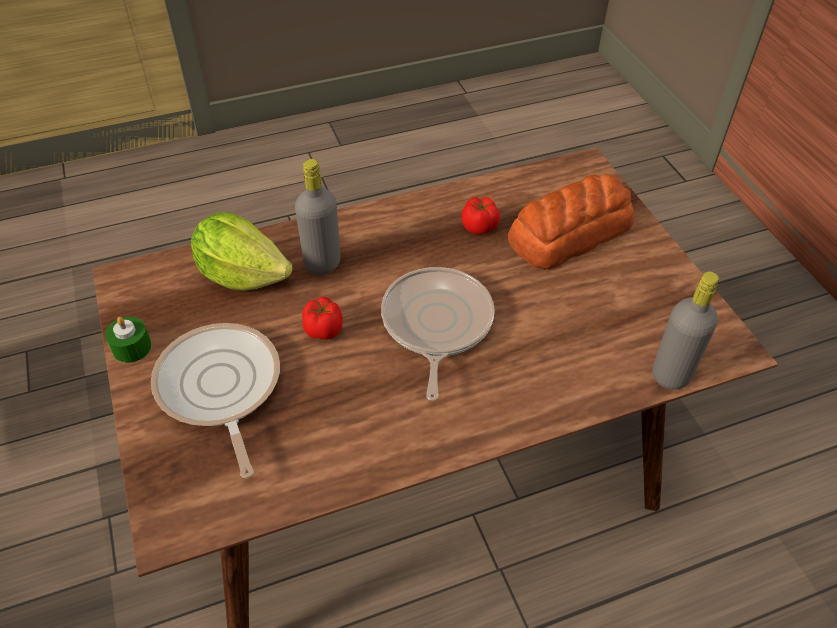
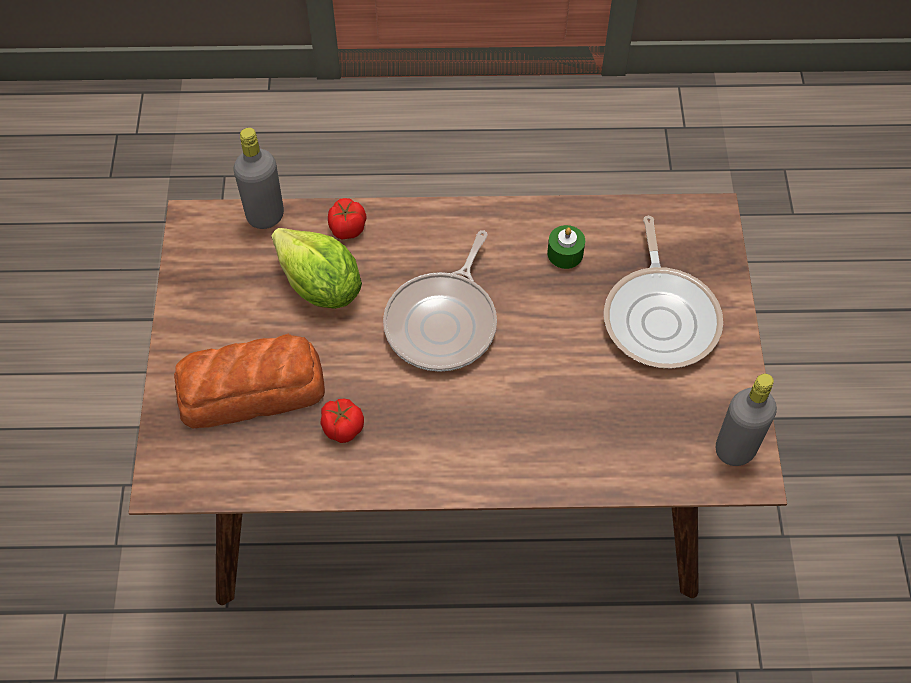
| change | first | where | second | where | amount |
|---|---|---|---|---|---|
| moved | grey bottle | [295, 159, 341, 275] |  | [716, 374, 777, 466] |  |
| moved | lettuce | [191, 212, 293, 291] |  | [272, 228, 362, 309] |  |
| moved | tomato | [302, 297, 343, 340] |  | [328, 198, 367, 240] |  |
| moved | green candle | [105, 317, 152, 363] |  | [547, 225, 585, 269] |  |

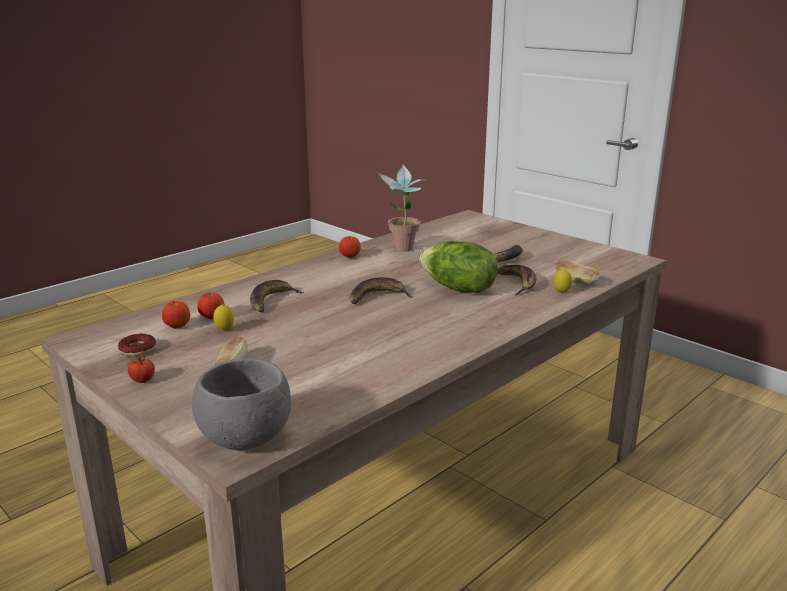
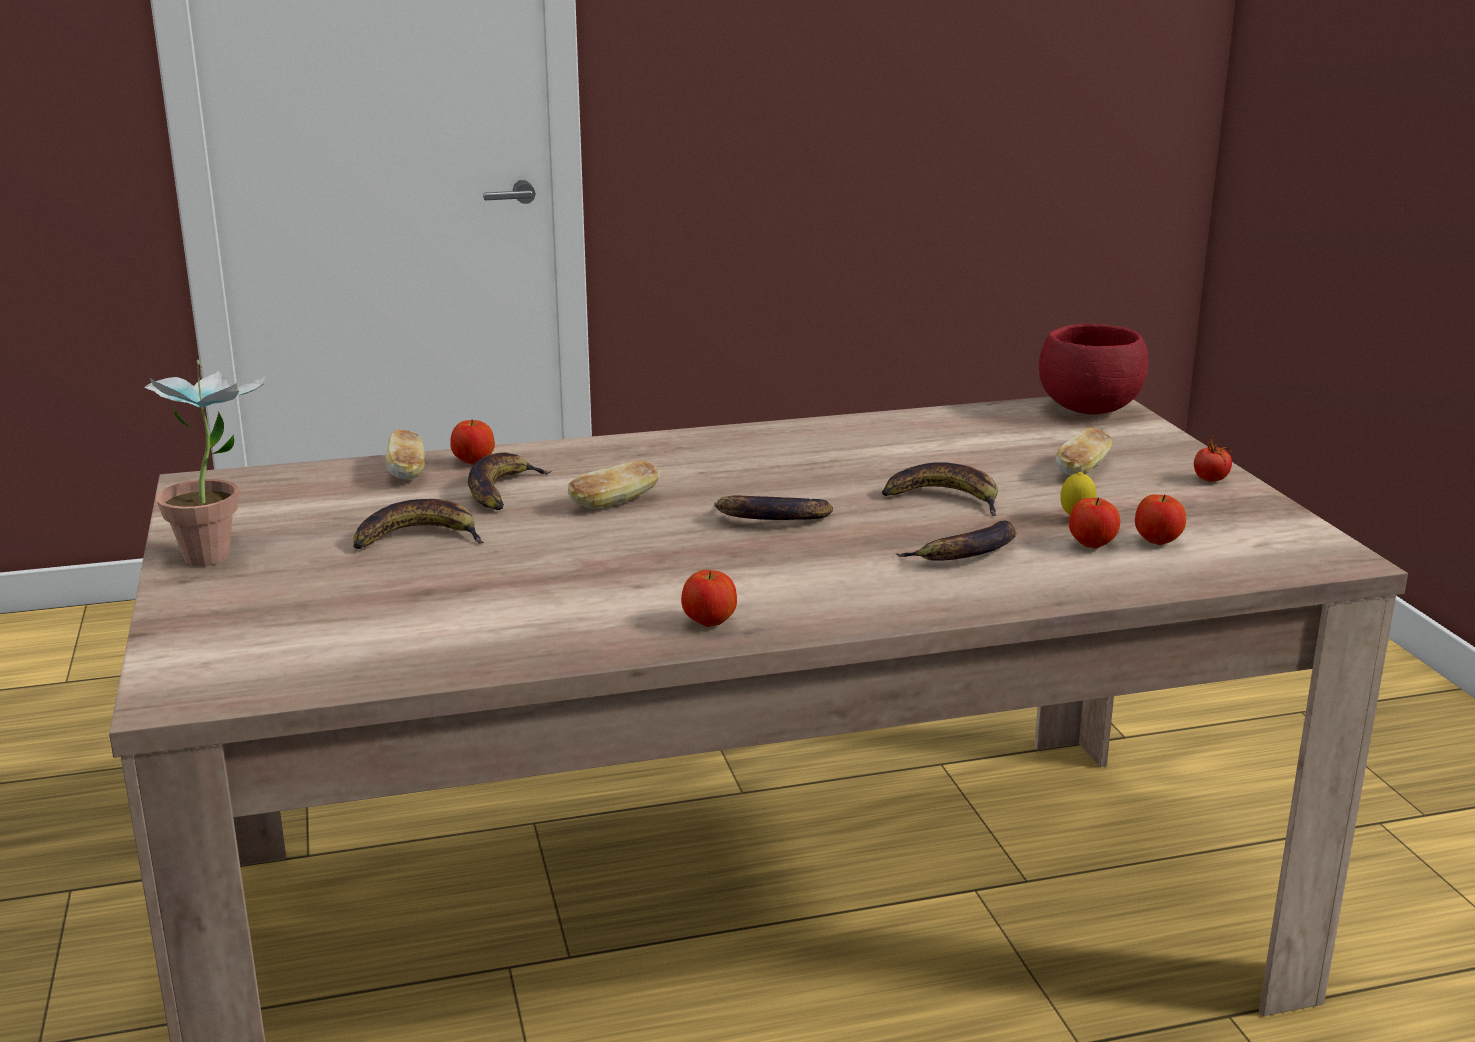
| change | first | where | second | where | amount |
|---|---|---|---|---|---|
| moved | potted plant | [378, 165, 430, 252] |  | [143, 359, 267, 566] |  |
| replaced | lettuce | [419, 241, 498, 293] | bread | [568, 460, 660, 509] |  |
| replaced | lemon | [553, 269, 572, 293] | apple | [450, 419, 495, 465] |  |
| removed | donut | [118, 334, 156, 357] |  |  |  |
| recoloured | grey bowl | [192, 358, 291, 450] | red bowl | [1039, 324, 1148, 414] |  |
| added |  |  | banana | [882, 463, 998, 516] |  |

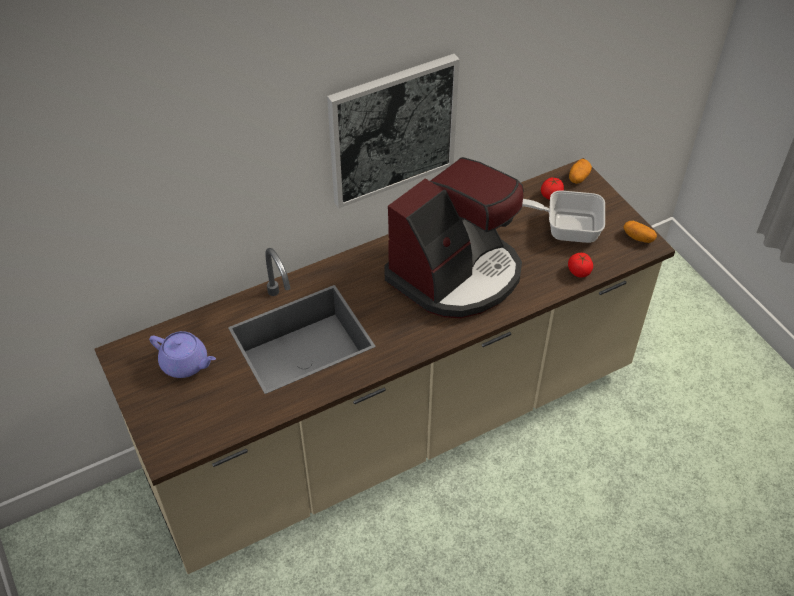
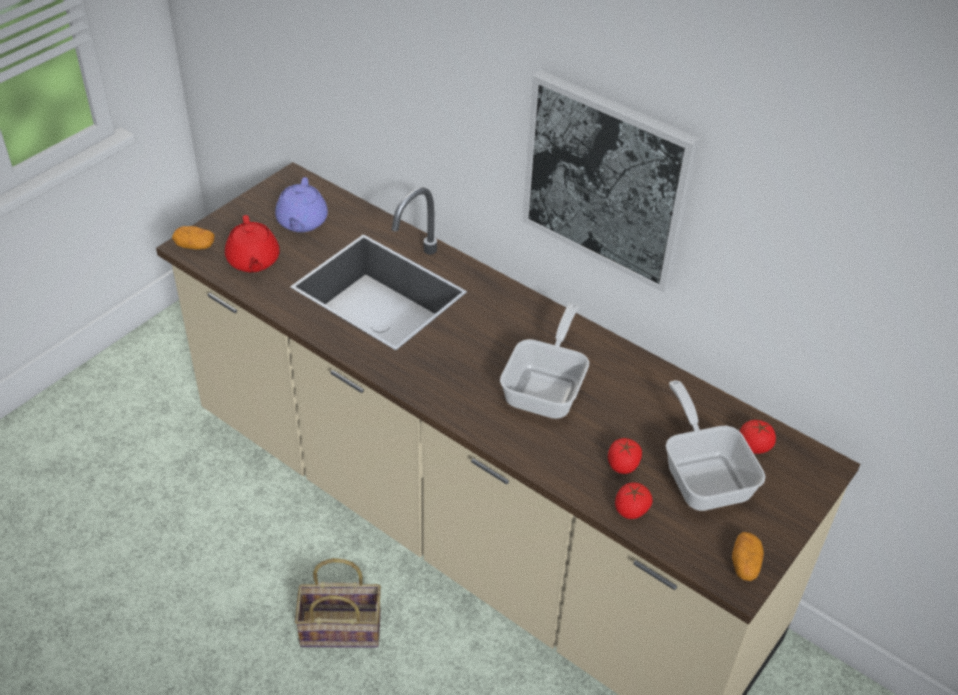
| change | first | where | second | where | amount |
|---|---|---|---|---|---|
| replaced | coffee machine | [384, 157, 524, 318] | frying pan | [500, 303, 589, 419] |  |
| moved | potato | [569, 159, 592, 184] |  | [172, 226, 215, 250] |  |
| added |  |  | red teapot | [225, 215, 280, 272] |  |
| added |  |  | tomato | [608, 438, 642, 474] |  |
| added |  |  | basket | [295, 558, 381, 647] |  |

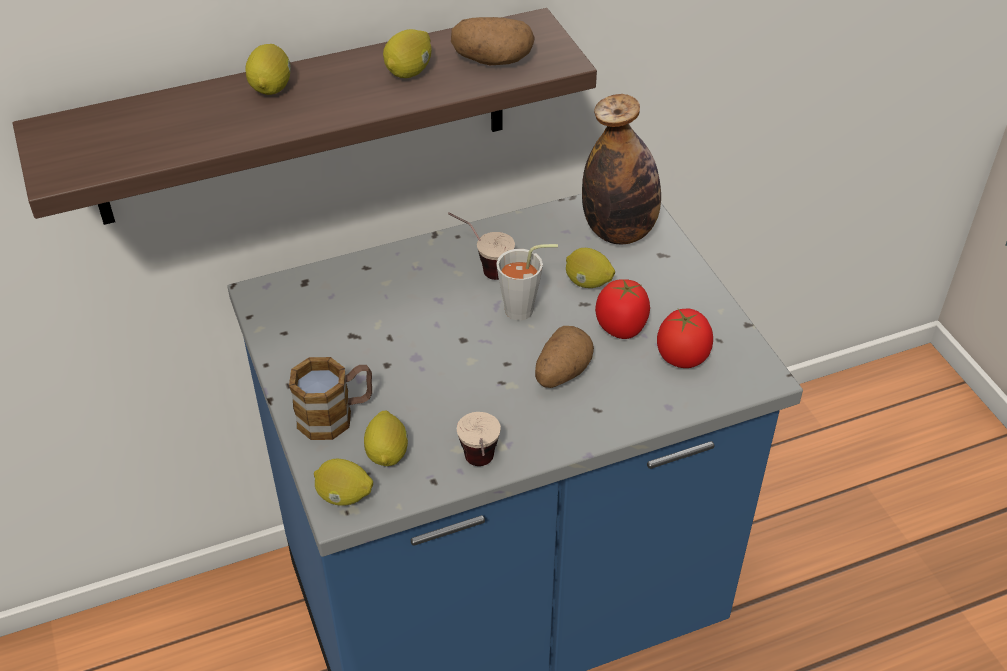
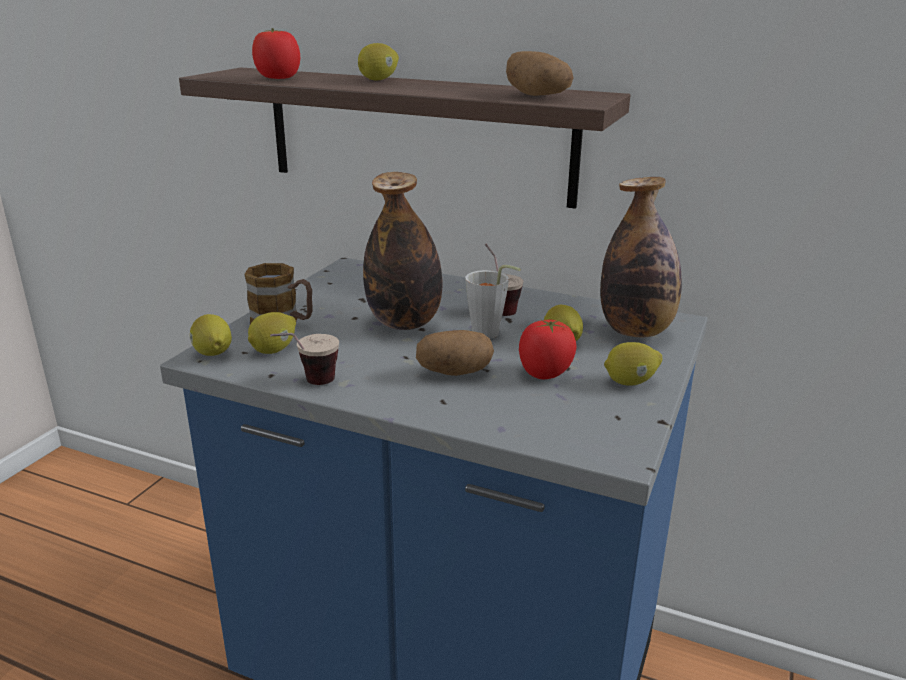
| change | first | where | second | where | amount |
|---|---|---|---|---|---|
| moved | lemon | [383, 29, 431, 78] |  | [604, 342, 662, 386] |  |
| moved | tomato | [657, 309, 713, 368] |  | [252, 28, 300, 79] |  |
| added |  |  | bottle | [363, 172, 442, 330] |  |

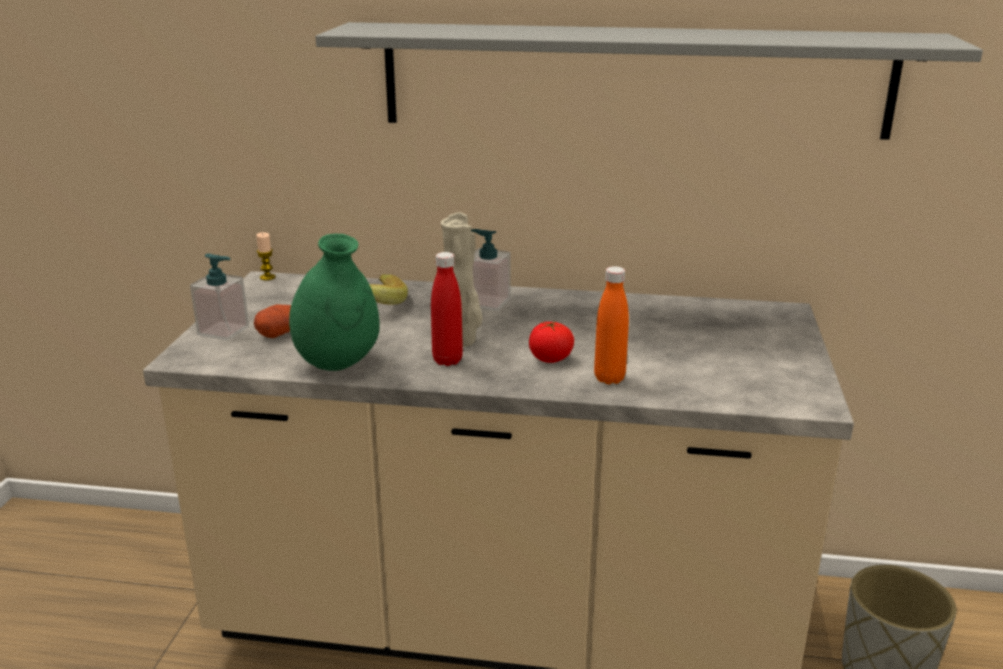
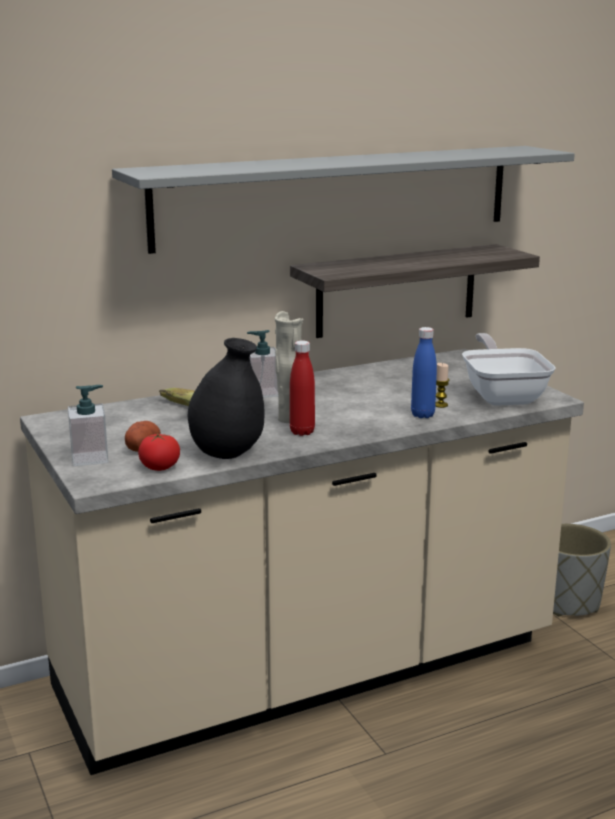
| change | first | where | second | where | amount |
|---|---|---|---|---|---|
| moved | candle | [256, 232, 276, 280] |  | [435, 363, 449, 408] |  |
| recoloured | green vase | [289, 234, 380, 371] | black vase | [188, 338, 264, 459] |  |
| recoloured | orange bottle | [594, 266, 629, 384] | blue bottle | [411, 327, 437, 418] |  |
| moved | tomato | [529, 321, 574, 363] |  | [138, 434, 180, 471] |  |
| added |  |  | shelf | [290, 244, 540, 338] |  |
| added |  |  | frying pan | [462, 333, 556, 406] |  |

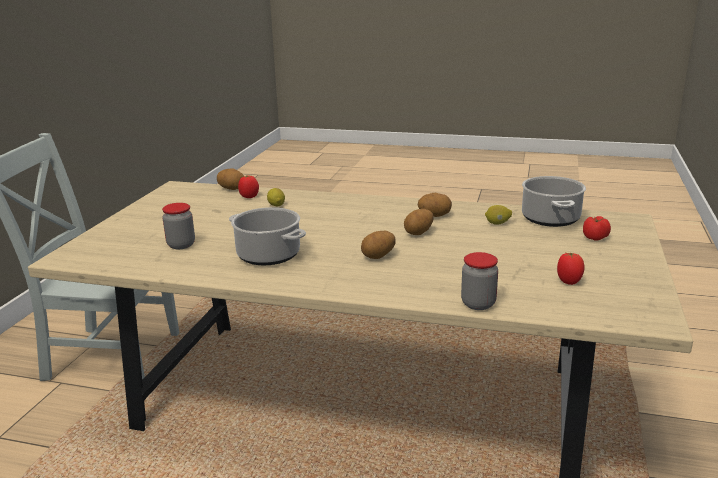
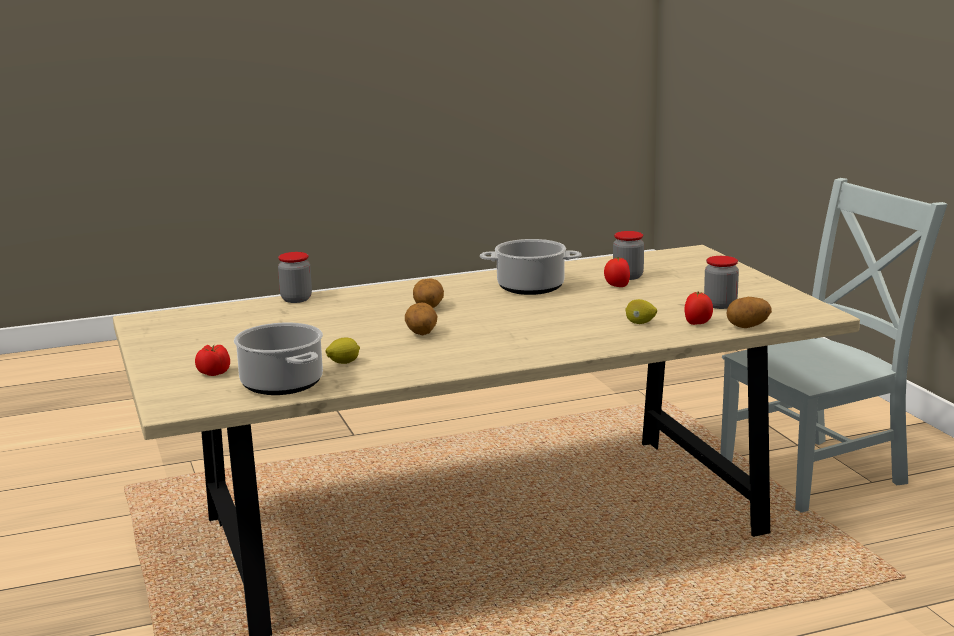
| change | first | where | second | where | amount |
|---|---|---|---|---|---|
| removed | potato | [418, 193, 452, 217] |  |  |  |
| moved | tomato | [557, 252, 584, 285] |  | [604, 257, 630, 287] |  |
| added |  |  | jar | [704, 256, 739, 309] |  |

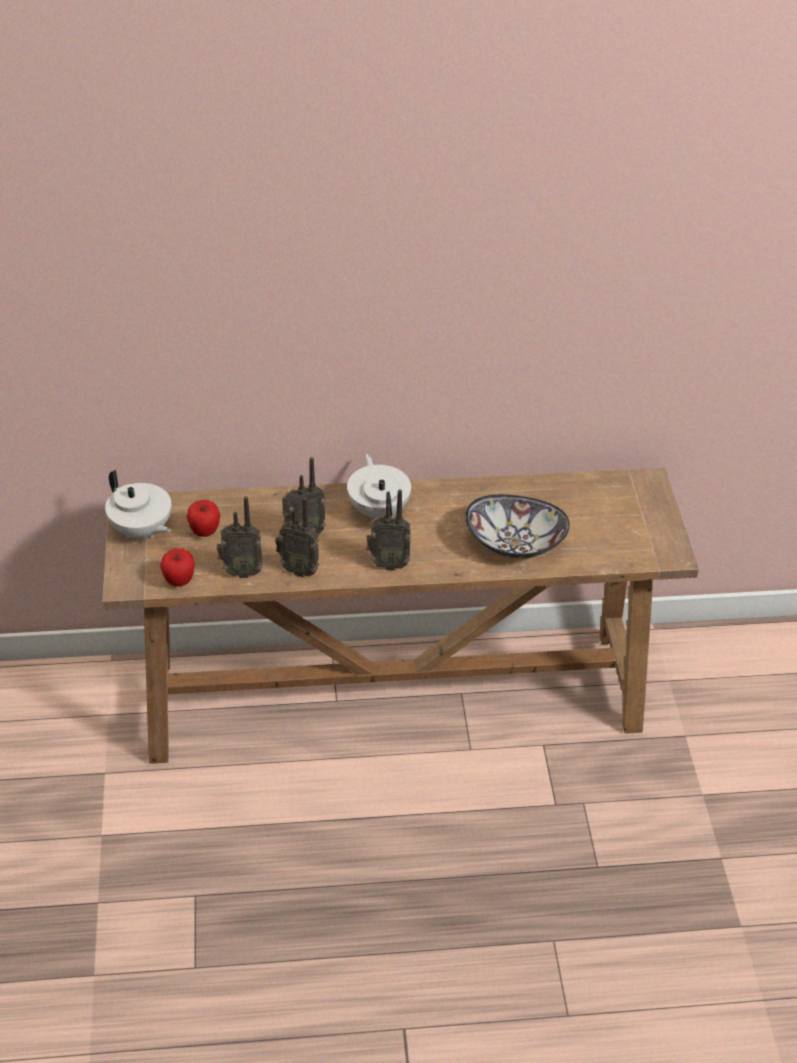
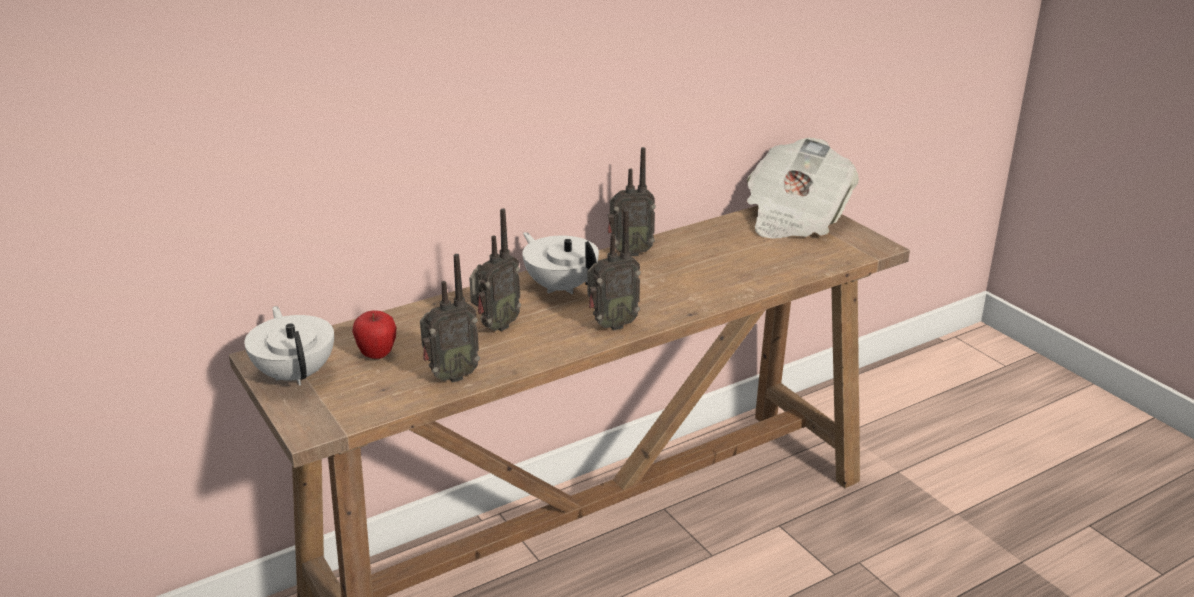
| change | first | where | second | where | amount |
|---|---|---|---|---|---|
| turned | white teapot | [105, 470, 171, 539] |  | [244, 306, 334, 386] | 135 degrees counterclockwise |
| removed | bowl | [465, 495, 570, 559] |  |  |  |
| moved | radio | [275, 497, 319, 577] |  | [607, 147, 656, 256] |  |
| removed | apple | [160, 549, 195, 587] |  |  |  |
| added |  |  | newspaper | [746, 137, 859, 239] |  |

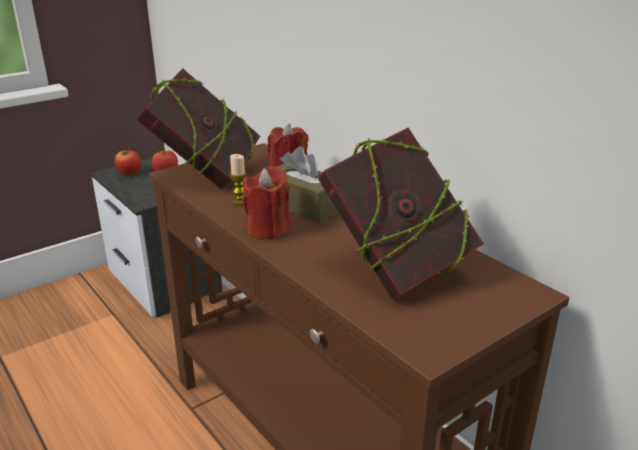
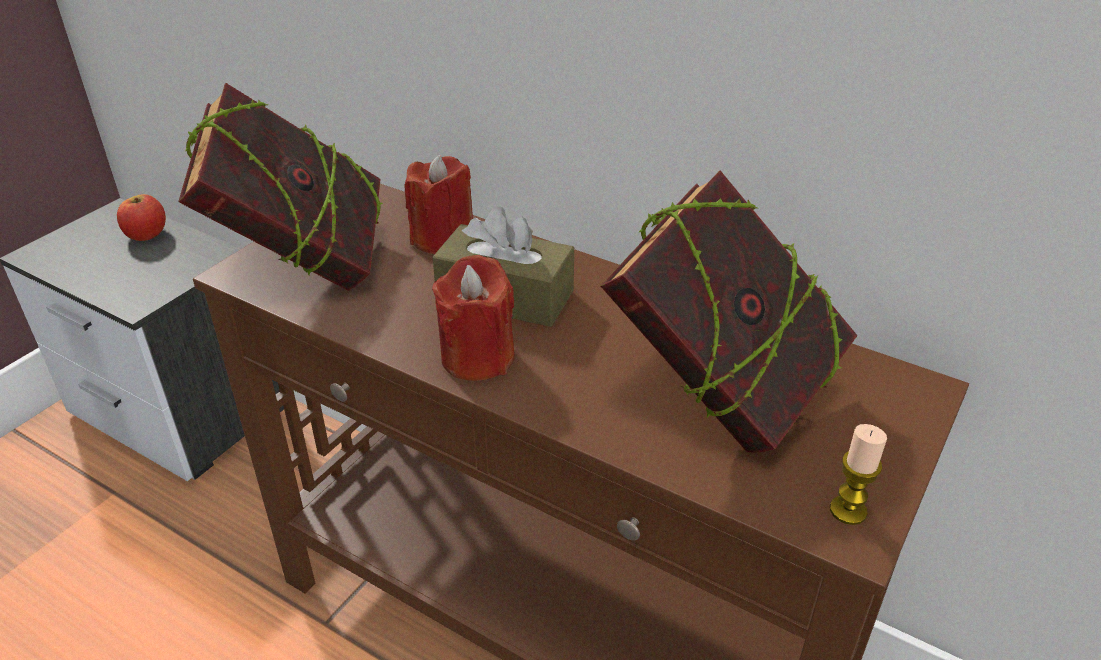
| change | first | where | second | where | amount |
|---|---|---|---|---|---|
| removed | apple | [115, 149, 141, 175] |  |  |  |
| moved | candle | [229, 154, 247, 205] |  | [830, 424, 887, 525] |  |

